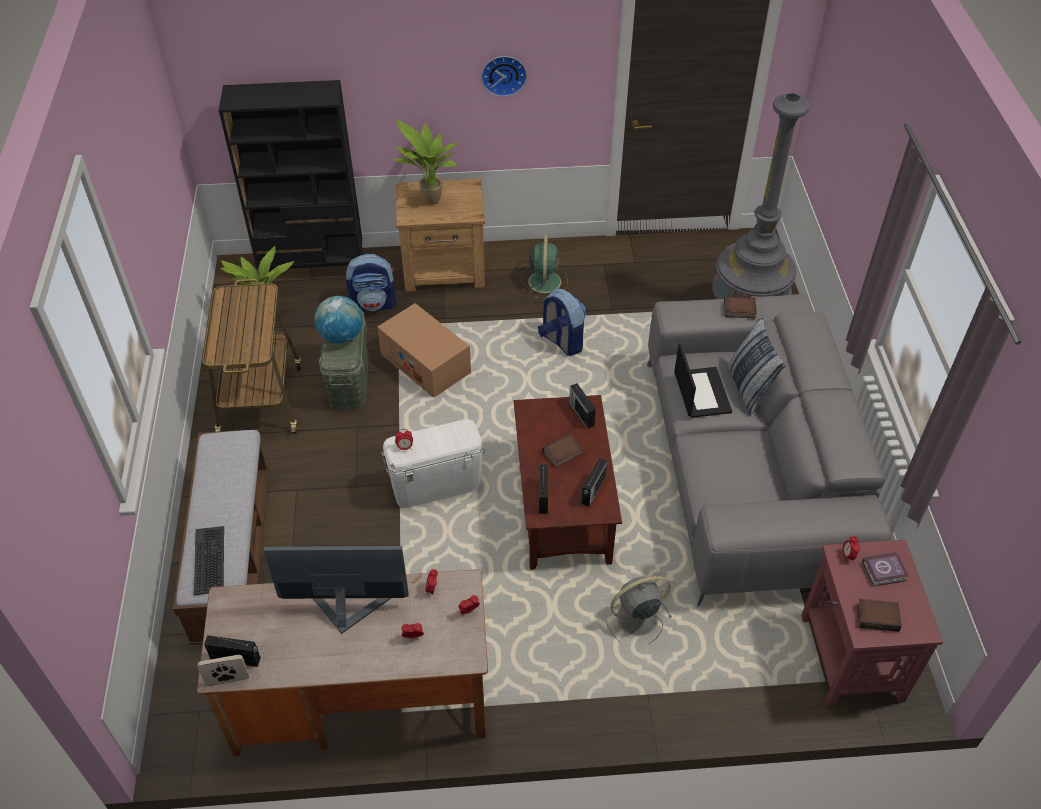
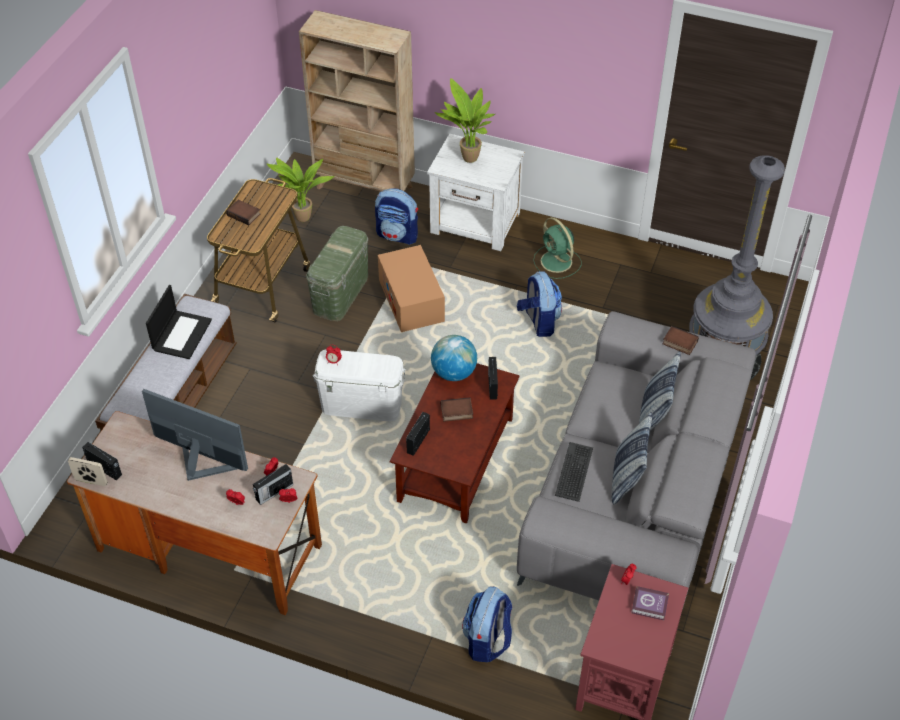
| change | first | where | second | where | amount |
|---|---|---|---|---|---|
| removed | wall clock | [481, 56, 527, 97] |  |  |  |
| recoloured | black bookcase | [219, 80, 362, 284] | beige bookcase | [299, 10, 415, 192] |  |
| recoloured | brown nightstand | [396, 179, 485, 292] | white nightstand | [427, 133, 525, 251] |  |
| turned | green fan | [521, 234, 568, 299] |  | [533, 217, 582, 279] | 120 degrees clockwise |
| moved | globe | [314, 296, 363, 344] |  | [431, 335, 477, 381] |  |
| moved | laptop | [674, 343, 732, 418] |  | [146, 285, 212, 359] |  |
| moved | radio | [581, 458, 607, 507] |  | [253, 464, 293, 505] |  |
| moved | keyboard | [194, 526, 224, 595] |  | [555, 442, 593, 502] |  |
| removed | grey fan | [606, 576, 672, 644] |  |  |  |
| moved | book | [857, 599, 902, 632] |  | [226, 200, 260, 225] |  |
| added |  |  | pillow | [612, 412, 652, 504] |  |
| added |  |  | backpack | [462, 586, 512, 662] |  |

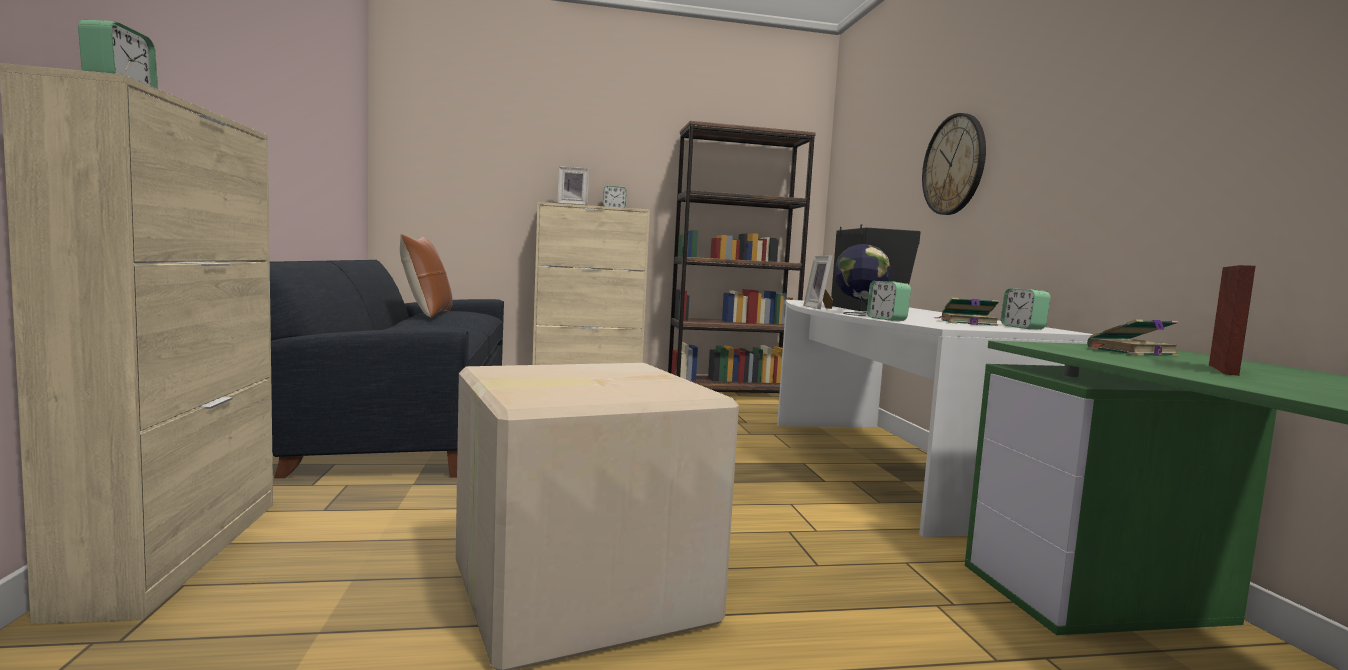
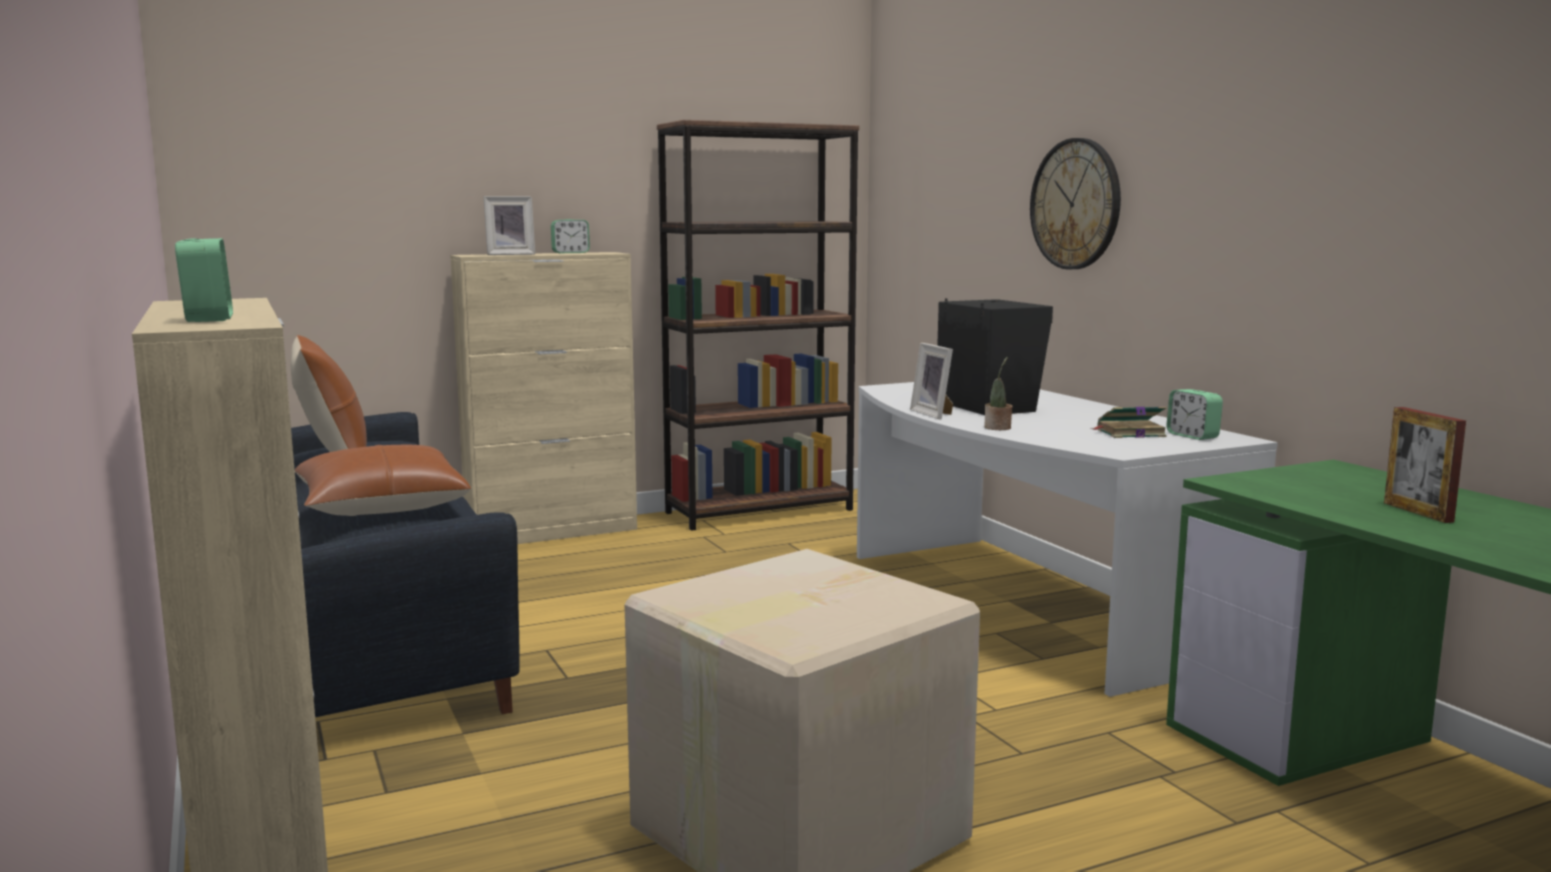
| change | first | where | second | where | amount |
|---|---|---|---|---|---|
| replaced | globe | [834, 244, 892, 316] | potted plant | [984, 357, 1012, 430] |  |
| turned | picture frame | [1209, 265, 1256, 376] |  | [1384, 407, 1466, 523] | 150 degrees clockwise |
| removed | alarm clock | [867, 281, 911, 321] |  |  |  |
| removed | book | [1087, 319, 1179, 356] |  |  |  |
| added |  |  | brown pillow | [295, 445, 471, 516] |  |

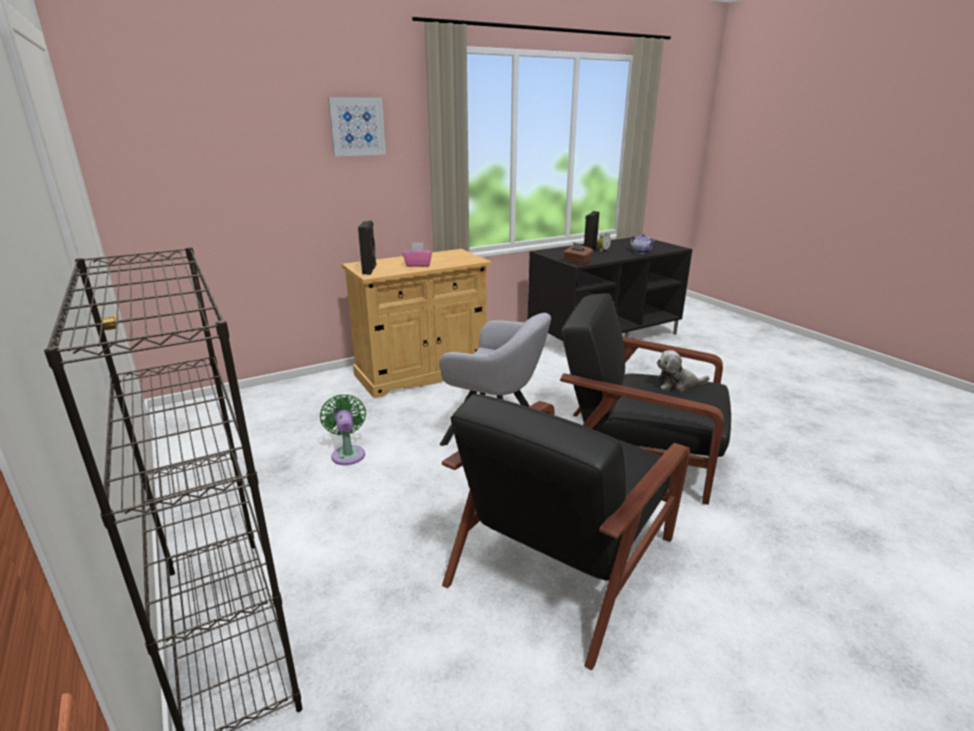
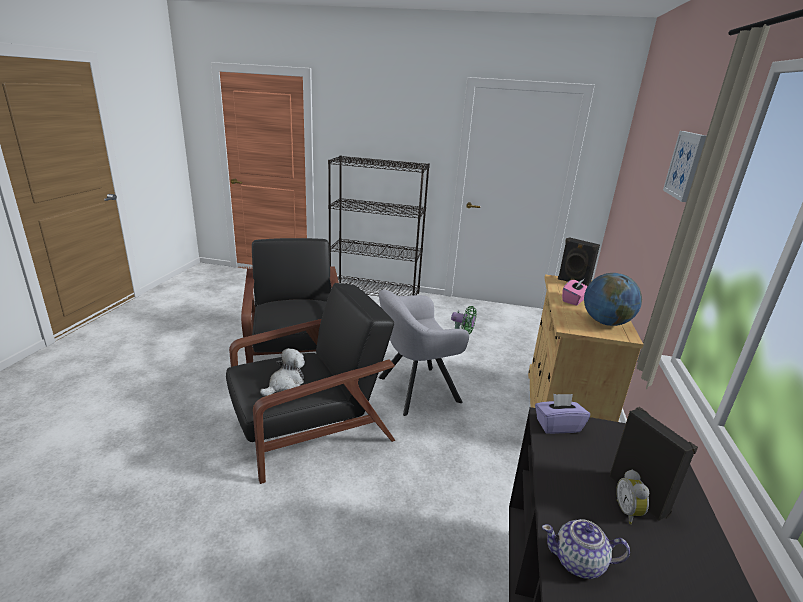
| change | first | where | second | where | amount |
|---|---|---|---|---|---|
| recoloured | brown tissue box | [564, 242, 593, 265] | purple tissue box | [535, 394, 590, 434] |  |
| added |  |  | globe | [584, 273, 642, 326] |  |

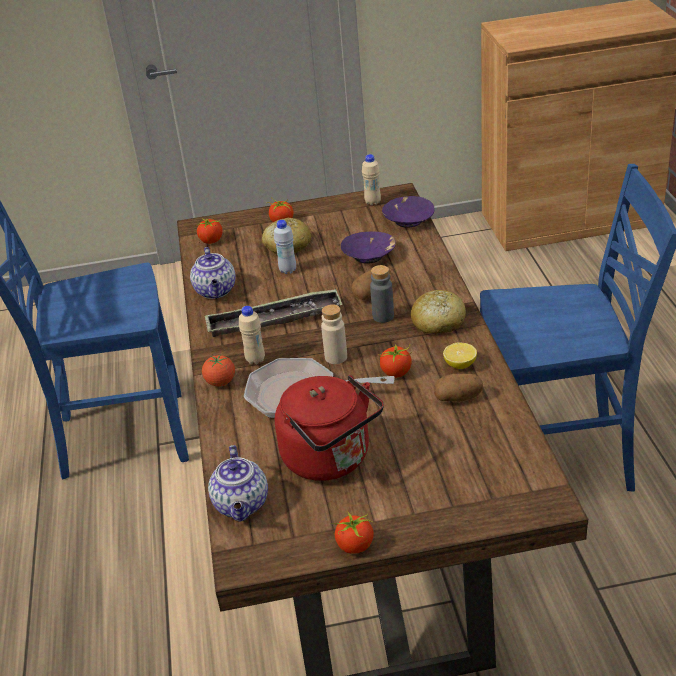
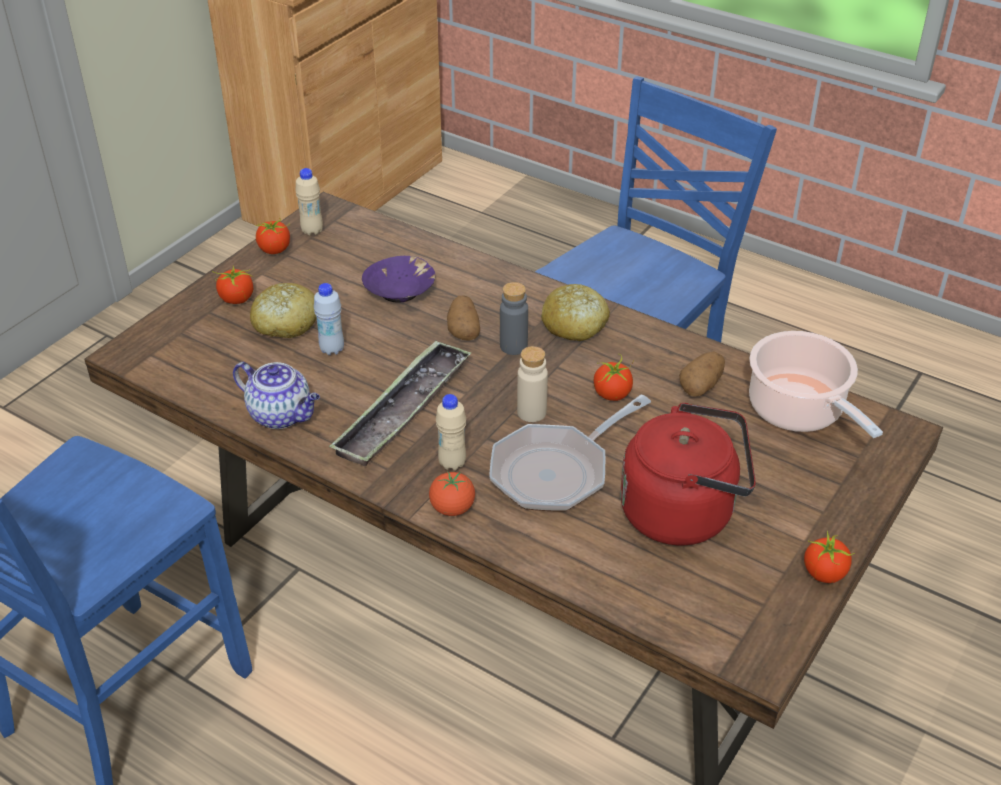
| change | first | where | second | where | amount |
|---|---|---|---|---|---|
| removed | purple bowl | [382, 196, 435, 228] |  |  |  |
| moved | tomato | [197, 218, 222, 244] |  | [254, 218, 290, 254] |  |
| removed | lemon | [443, 343, 477, 369] |  |  |  |
| removed | teapot | [208, 445, 268, 522] |  |  |  |
| added |  |  | cooking pot | [749, 331, 883, 438] |  |

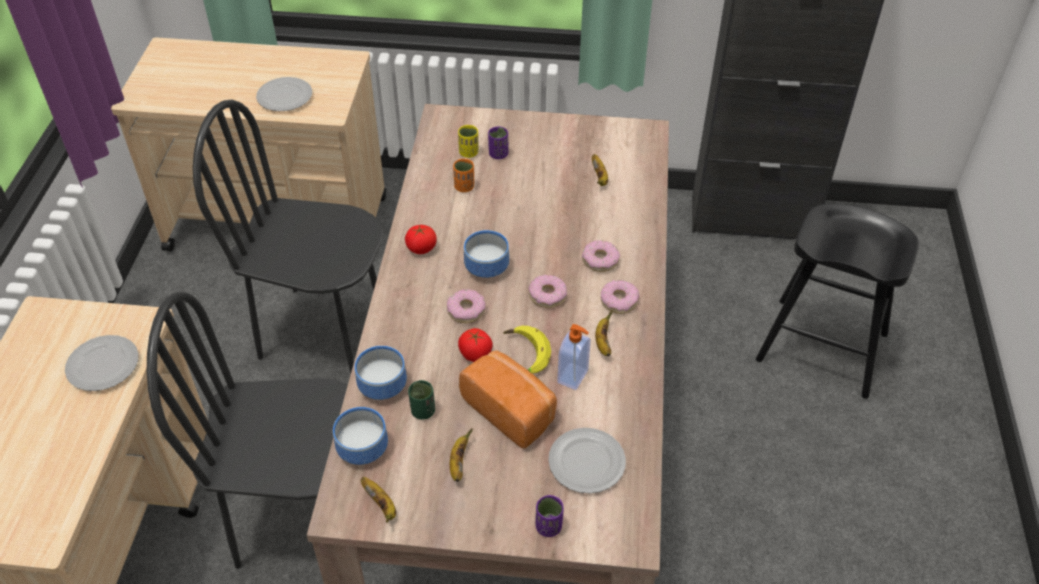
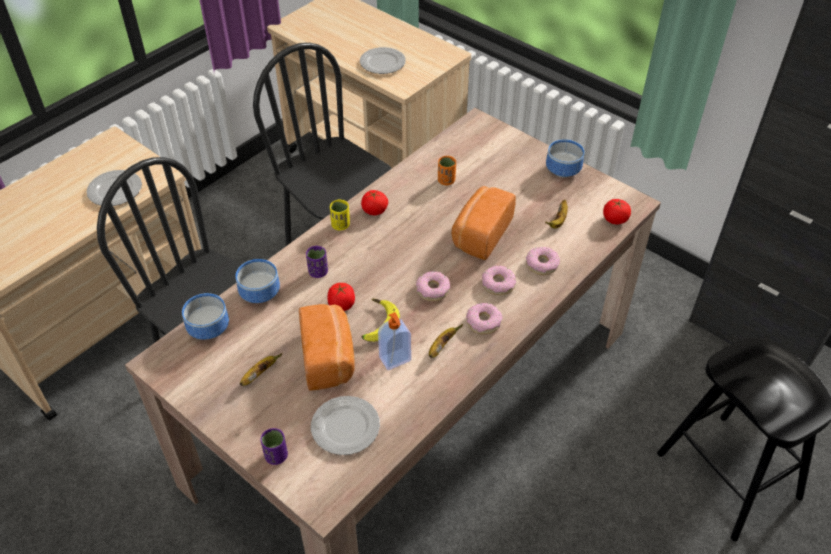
| change | first | where | second | where | amount |
|---|---|---|---|---|---|
| moved | yellow cup | [458, 125, 478, 158] |  | [330, 199, 350, 230] |  |
| moved | purple cup | [488, 127, 508, 159] |  | [306, 246, 328, 278] |  |
| moved | bowl | [464, 230, 509, 278] |  | [546, 139, 584, 178] |  |
| moved | donut | [447, 289, 486, 323] |  | [526, 247, 560, 275] |  |
| removed | green cup | [408, 380, 435, 420] |  |  |  |
| removed | banana | [361, 477, 396, 522] |  |  |  |
| added |  |  | bread | [451, 186, 516, 260] |  |
| added |  |  | tomato | [603, 199, 631, 224] |  |

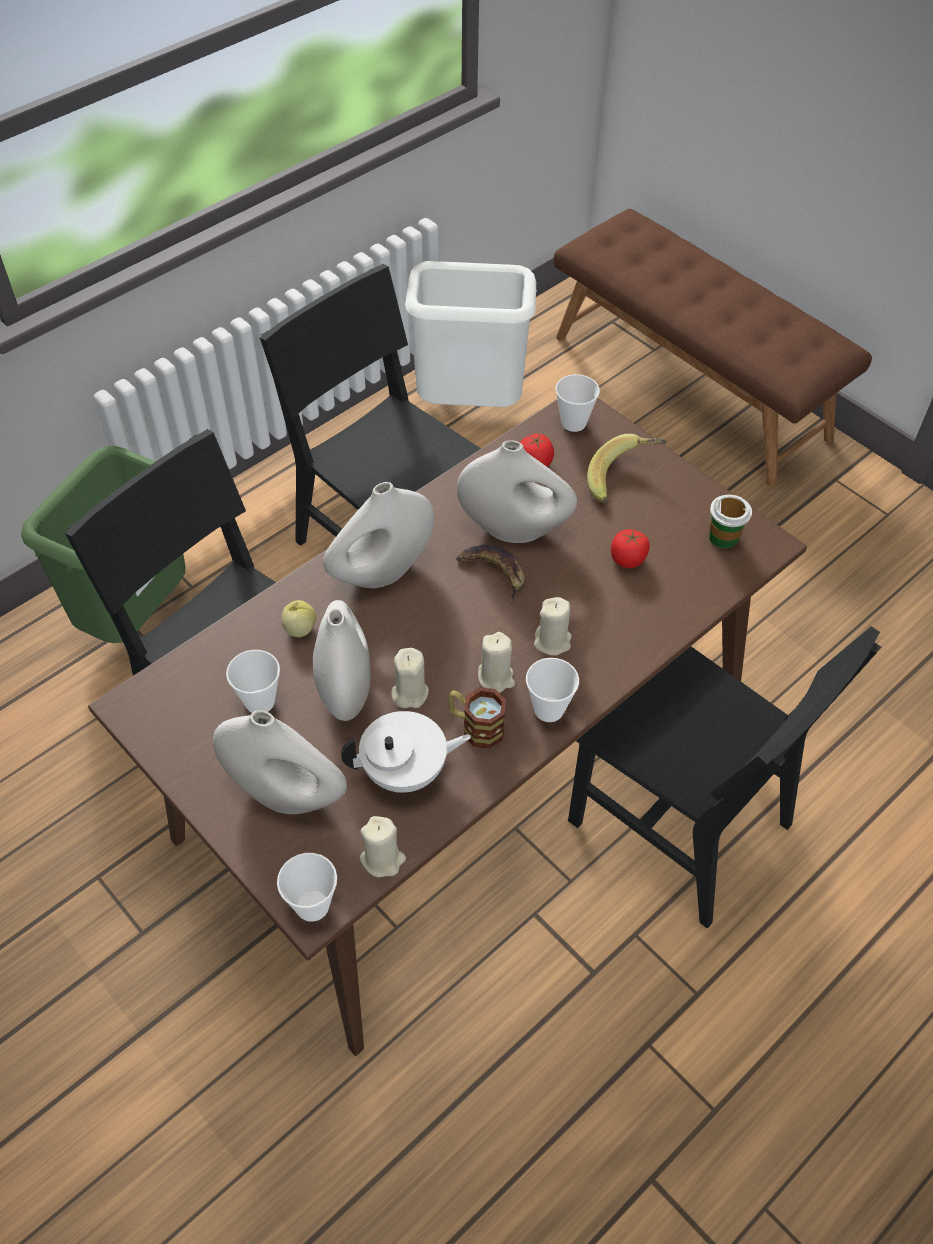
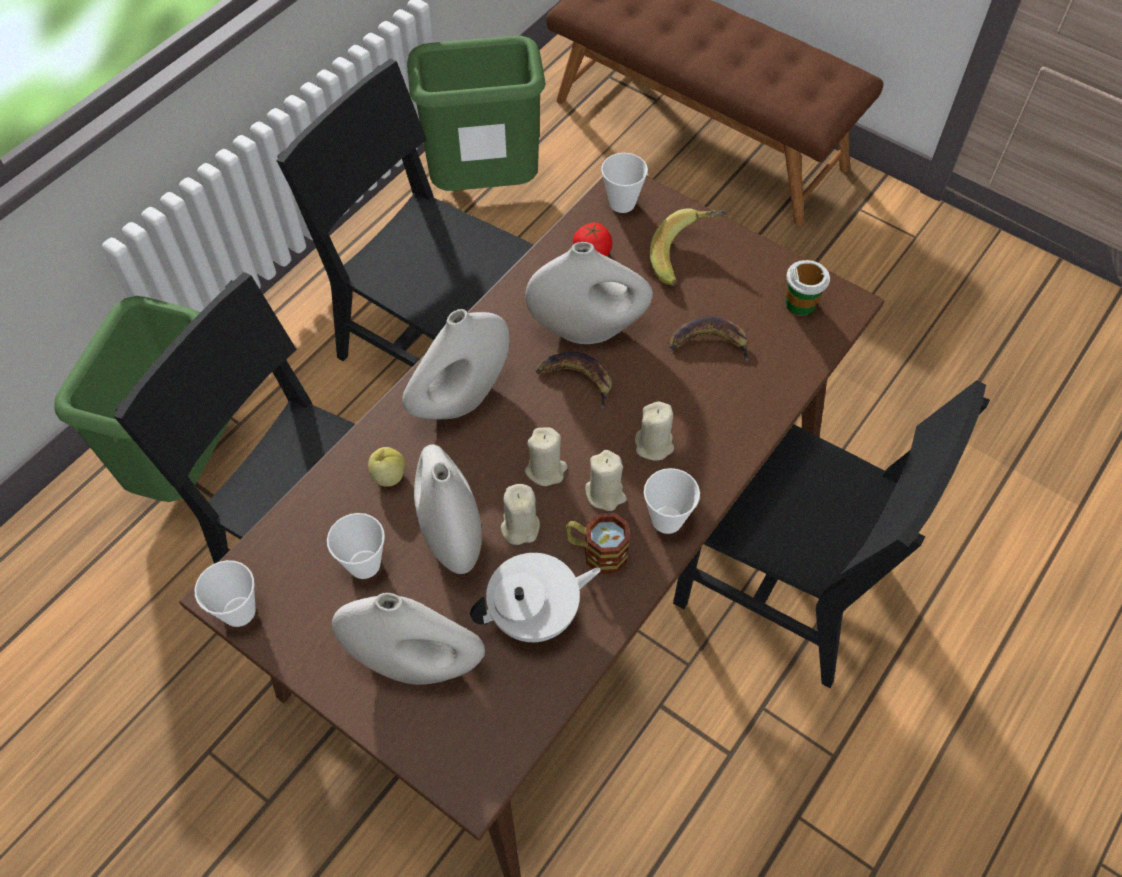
| change | first | where | second | where | amount |
|---|---|---|---|---|---|
| recoloured | white trash can | [405, 261, 537, 410] | green trash can | [407, 36, 546, 191] |  |
| replaced | tomato | [611, 529, 650, 568] | banana | [670, 317, 750, 363] |  |
| moved | beige candle | [360, 816, 406, 877] |  | [525, 427, 567, 486] |  |
| moved | cup | [277, 853, 337, 922] |  | [195, 560, 256, 627] |  |

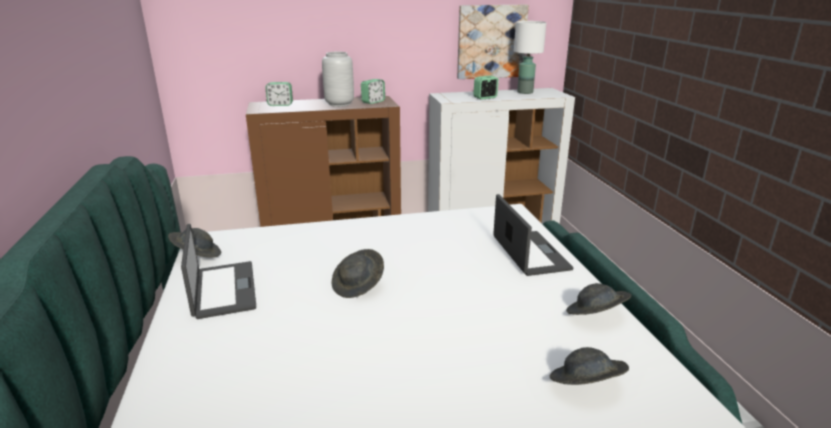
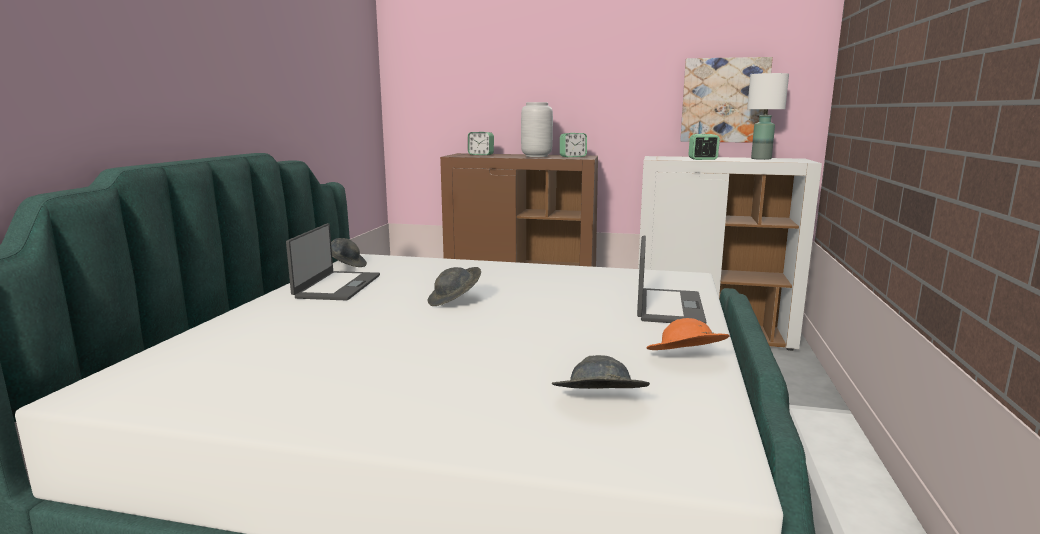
| change | first | where | second | where | amount |
|---|---|---|---|---|---|
| recoloured | grey hat | [566, 283, 631, 315] | orange hat | [646, 318, 730, 350] |  |

